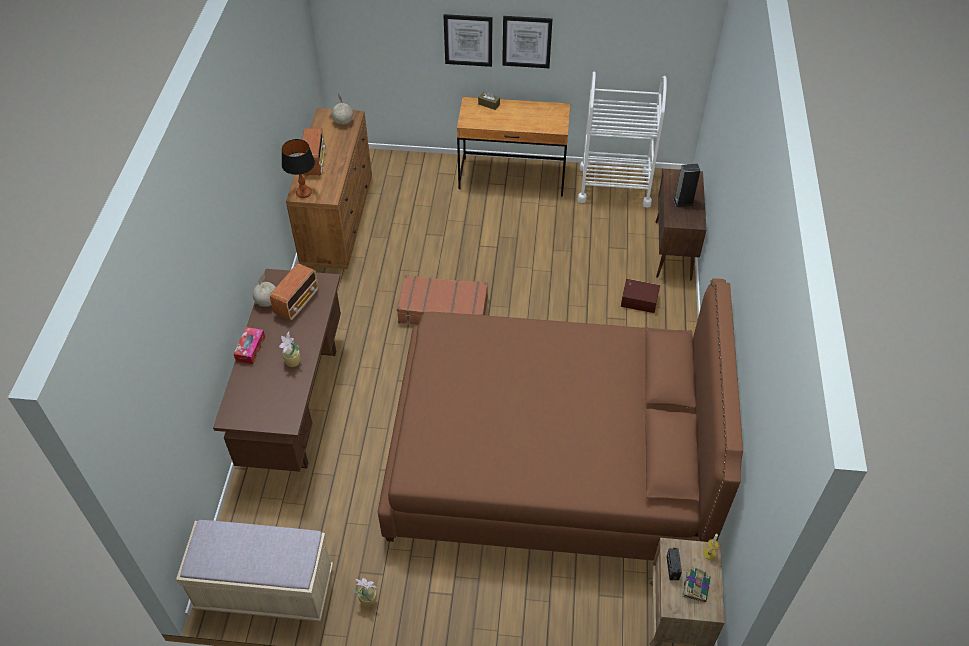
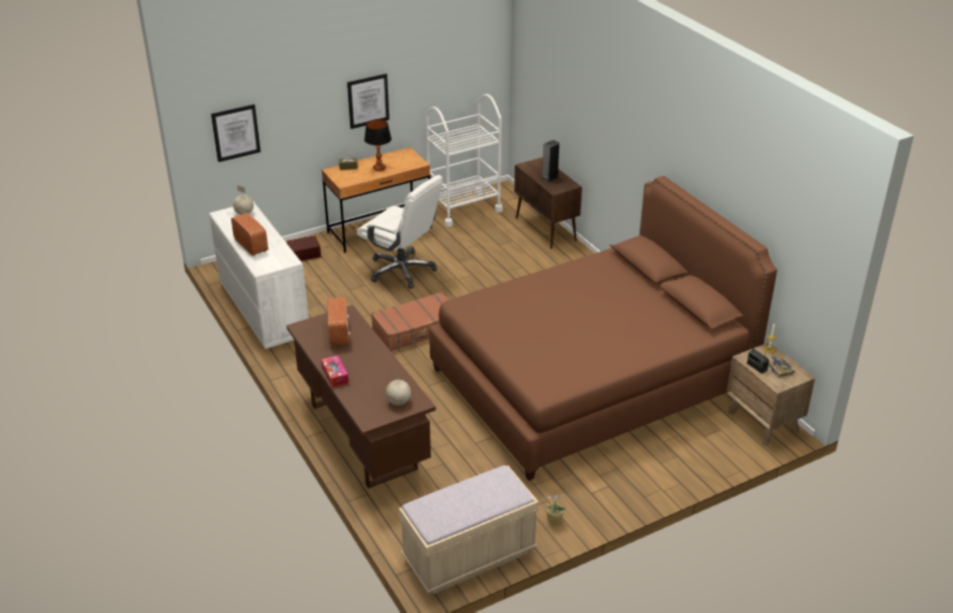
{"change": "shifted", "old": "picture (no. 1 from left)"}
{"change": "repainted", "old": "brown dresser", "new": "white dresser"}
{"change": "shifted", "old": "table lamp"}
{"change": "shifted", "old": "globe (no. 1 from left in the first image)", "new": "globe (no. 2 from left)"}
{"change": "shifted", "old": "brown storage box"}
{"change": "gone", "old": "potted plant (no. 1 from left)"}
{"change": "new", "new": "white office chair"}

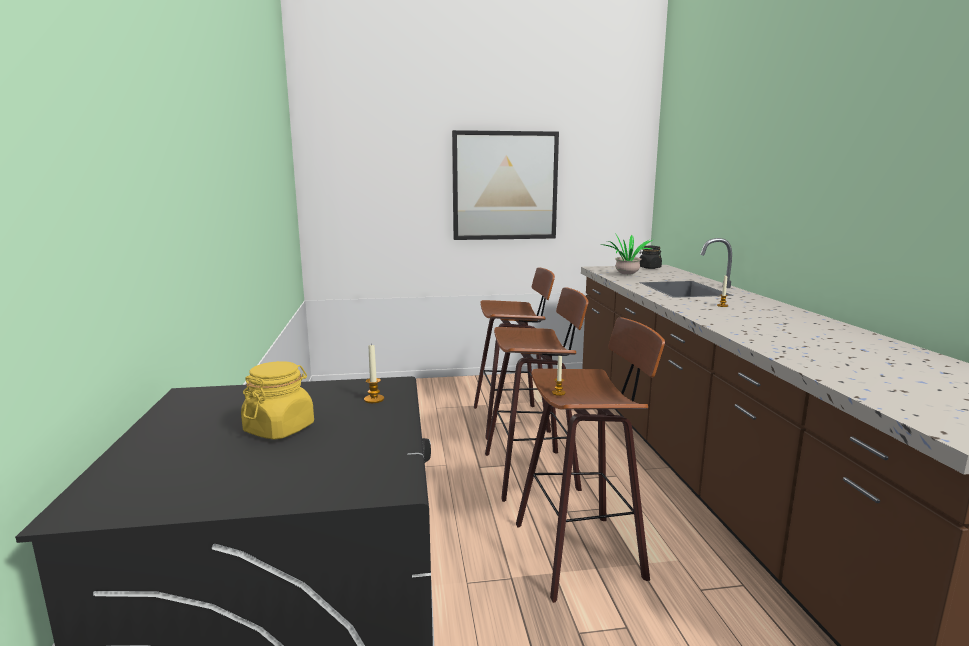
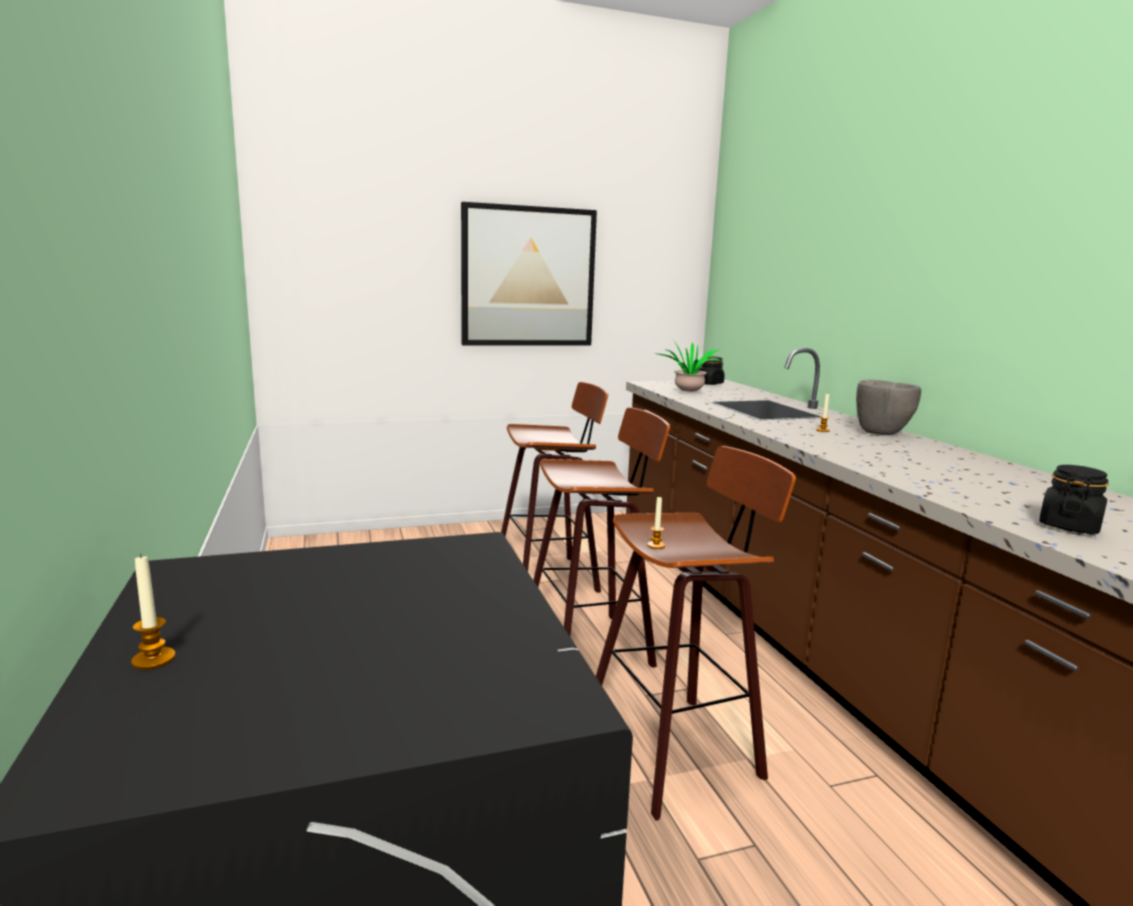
{"change": "shifted", "old": "candle (no. 1 from left)"}
{"change": "gone", "old": "yellow jar"}
{"change": "new", "new": "grey bowl"}
{"change": "new", "new": "black jar (no. 2 from left)"}

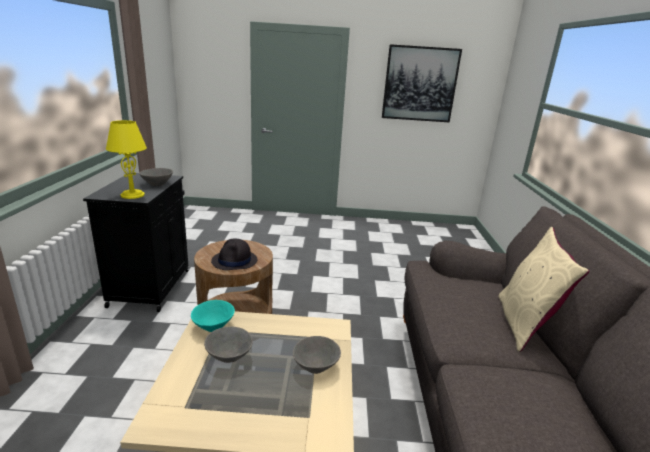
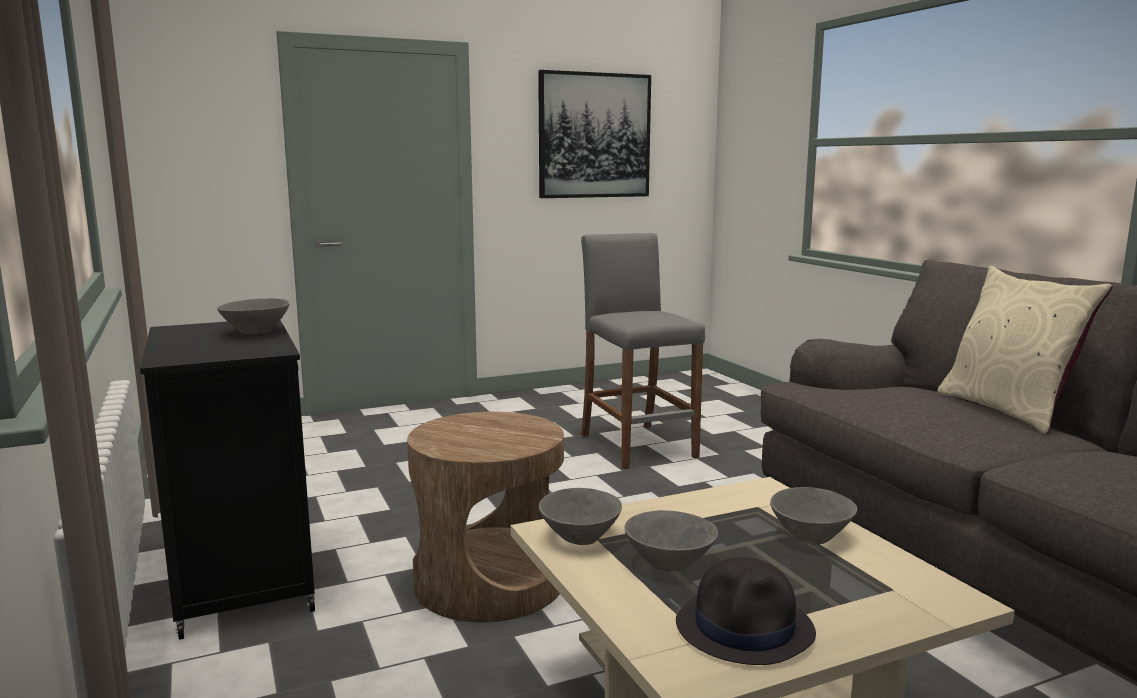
{"change": "gone", "old": "yellow table lamp"}
{"change": "shifted", "old": "black hat"}
{"change": "repainted", "old": "turquoise bowl", "new": "grey bowl (no. 2 from left)"}
{"change": "new", "new": "grey stool"}

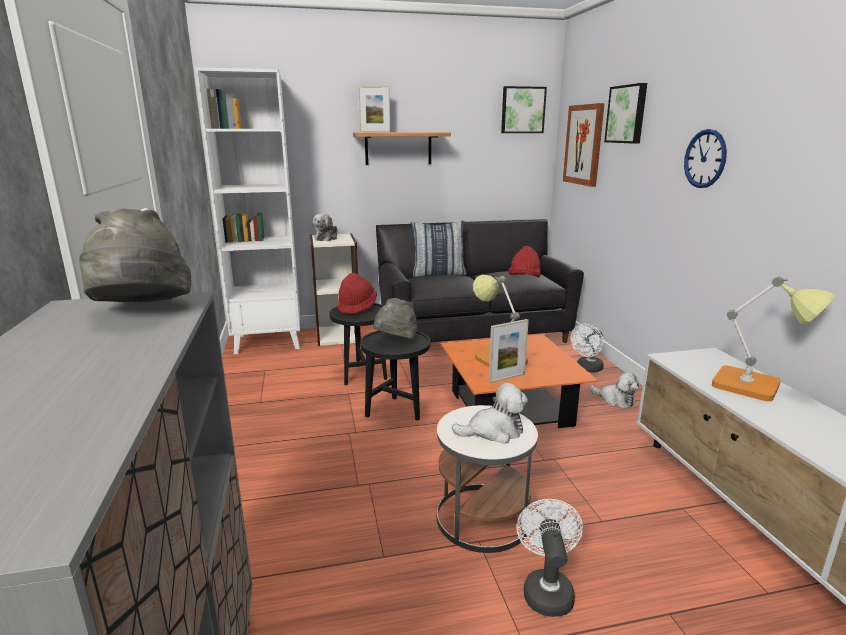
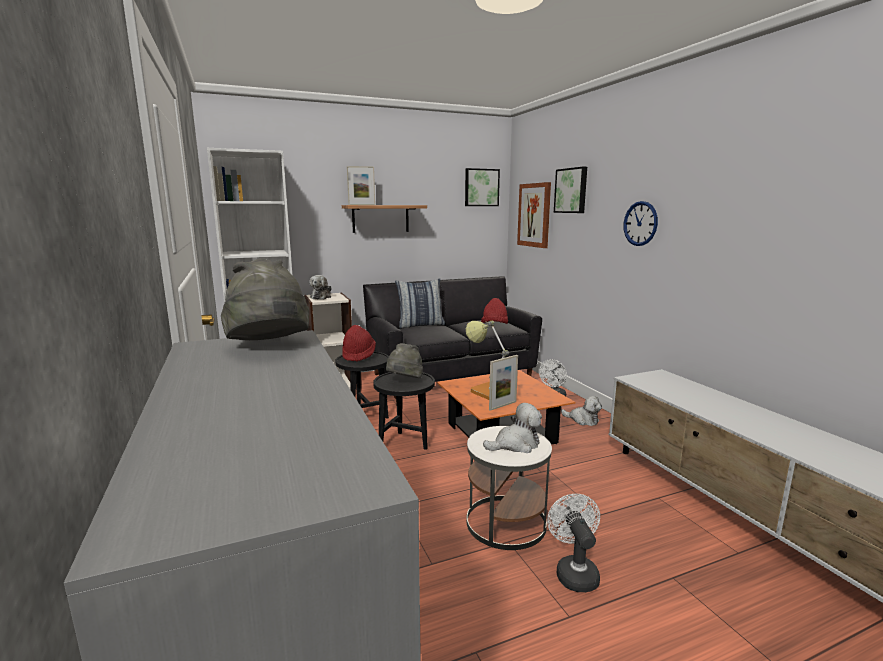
{"change": "gone", "old": "table lamp (no. 2 from left)"}

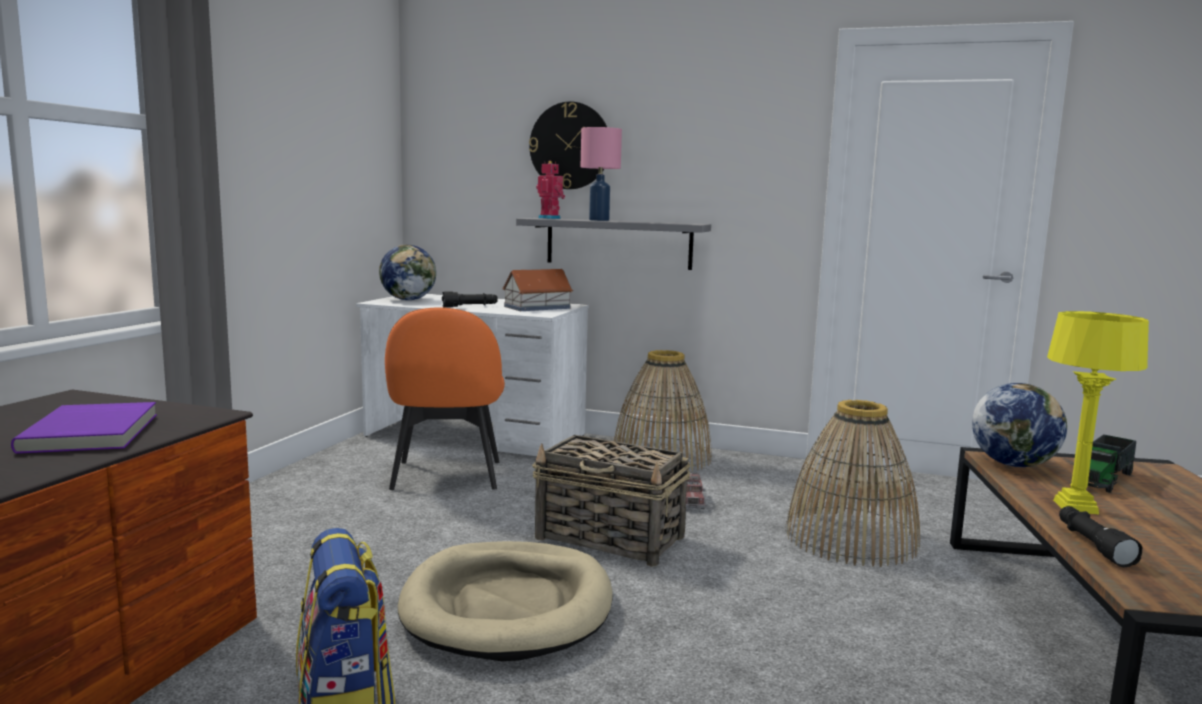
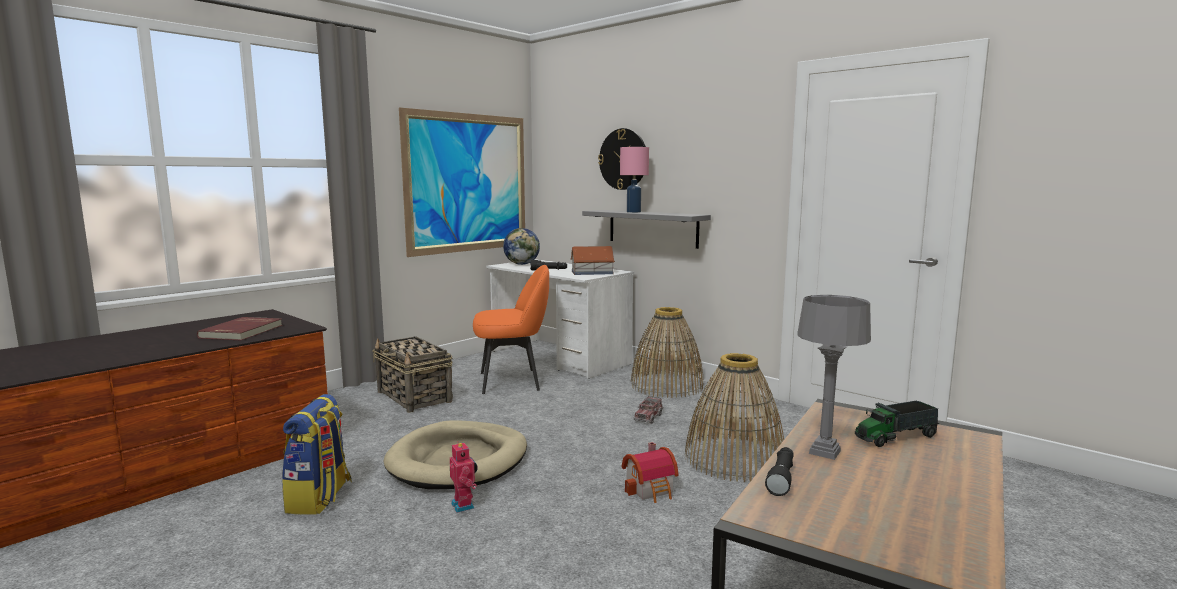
{"change": "shifted", "old": "toy robot"}
{"change": "rotated", "old": "orange chair", "degrees": -120}
{"change": "repainted", "old": "yellow table lamp", "new": "grey table lamp"}
{"change": "gone", "old": "globe (no. 2 from left)"}
{"change": "repainted", "old": "purple book", "new": "red book"}
{"change": "shifted", "old": "basket (no. 1 from left)"}
{"change": "new", "new": "picture"}
{"change": "new", "new": "toy house (no. 2 from left)"}

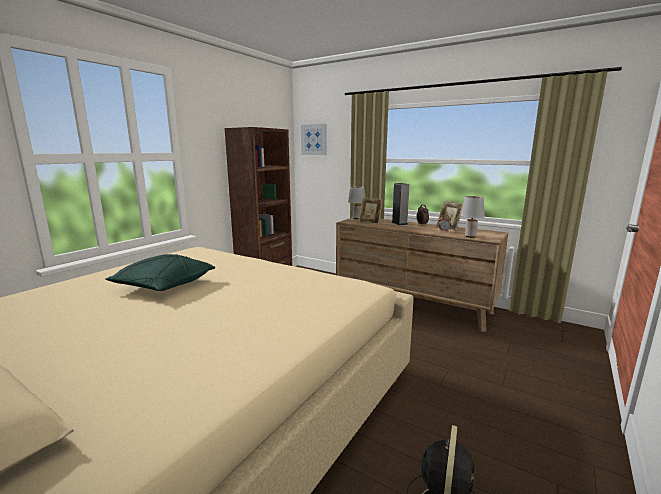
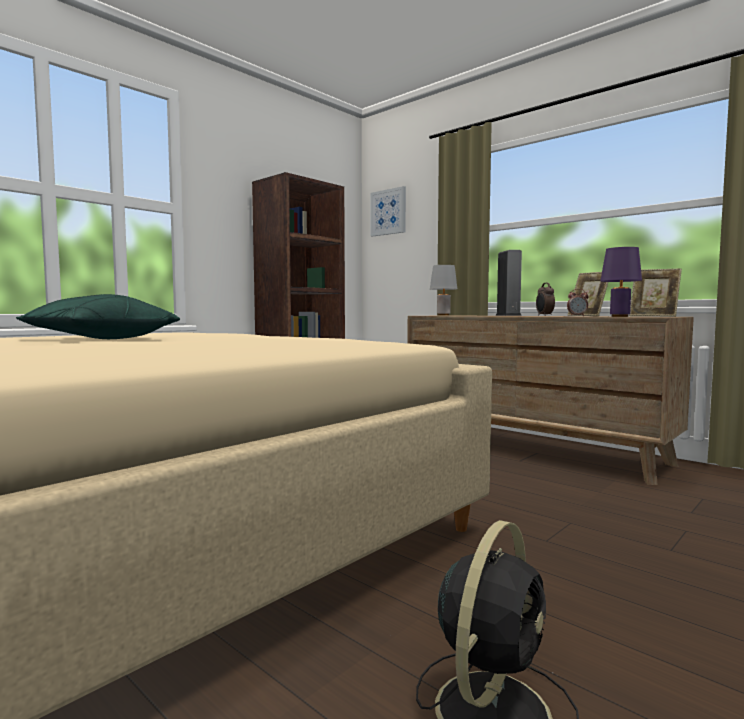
{"change": "repainted", "old": "grey table lamp (no. 2 from left)", "new": "purple table lamp"}
{"change": "shifted", "old": "picture frame (no. 1 from left in the first image)", "new": "picture frame (no. 2 from left)"}

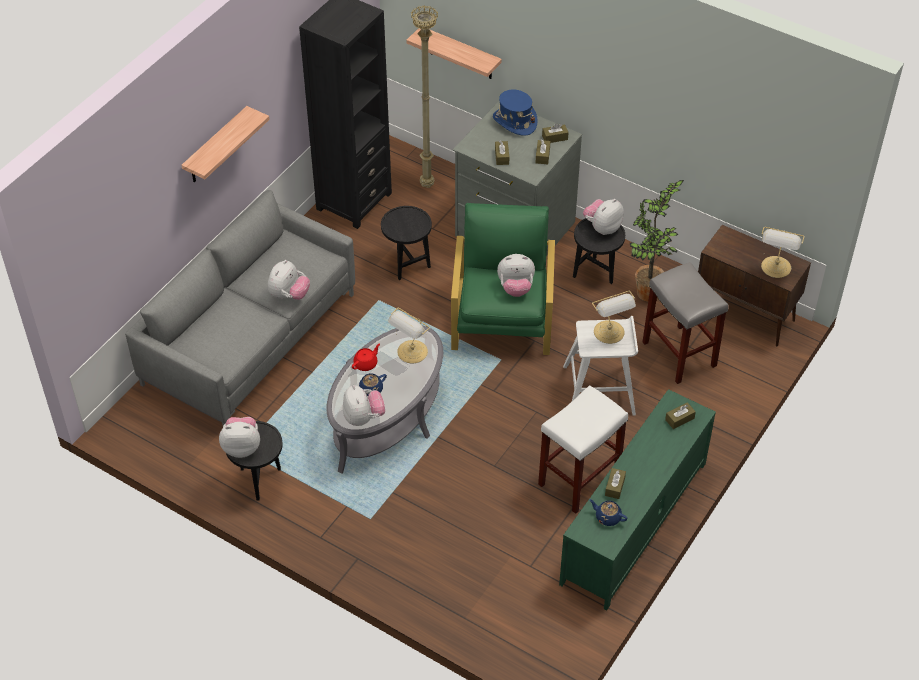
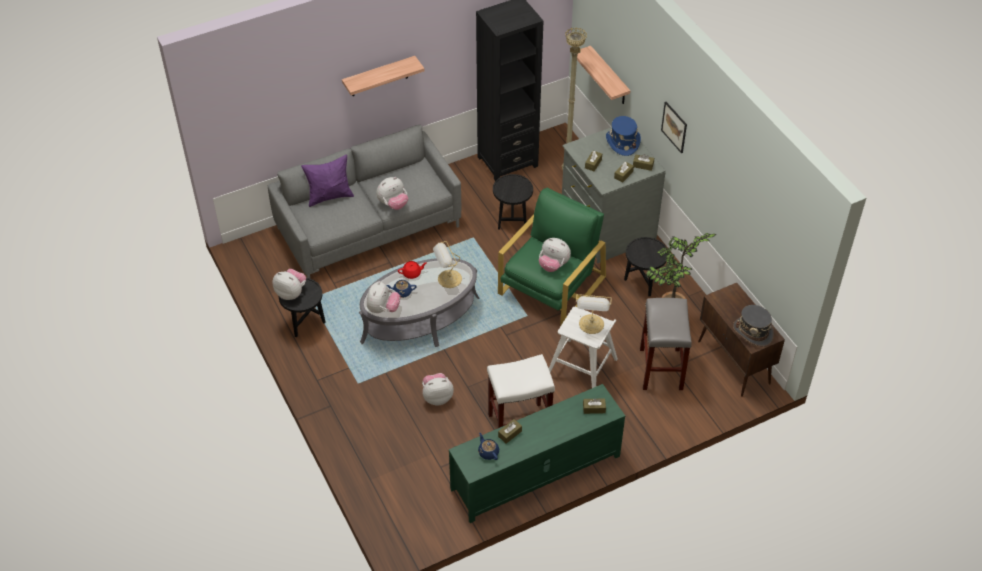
{"change": "shifted", "old": "plush toy (no. 5 from left in the first image)", "new": "plush toy (no. 4 from left)"}
{"change": "swapped", "old": "table lamp (no. 3 from left)", "new": "grey hat"}
{"change": "new", "new": "picture"}
{"change": "new", "new": "purple pillow"}

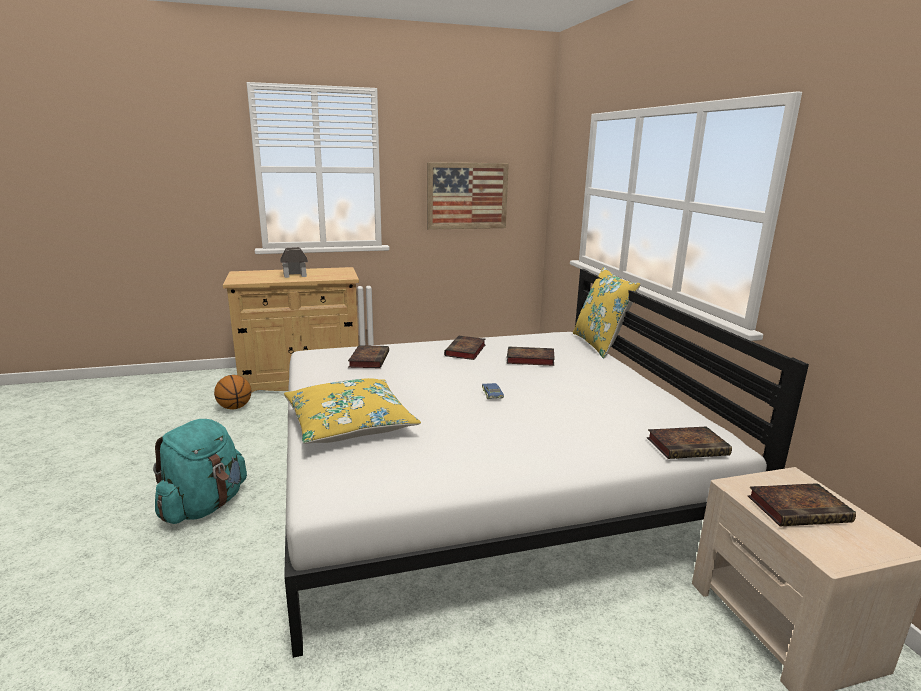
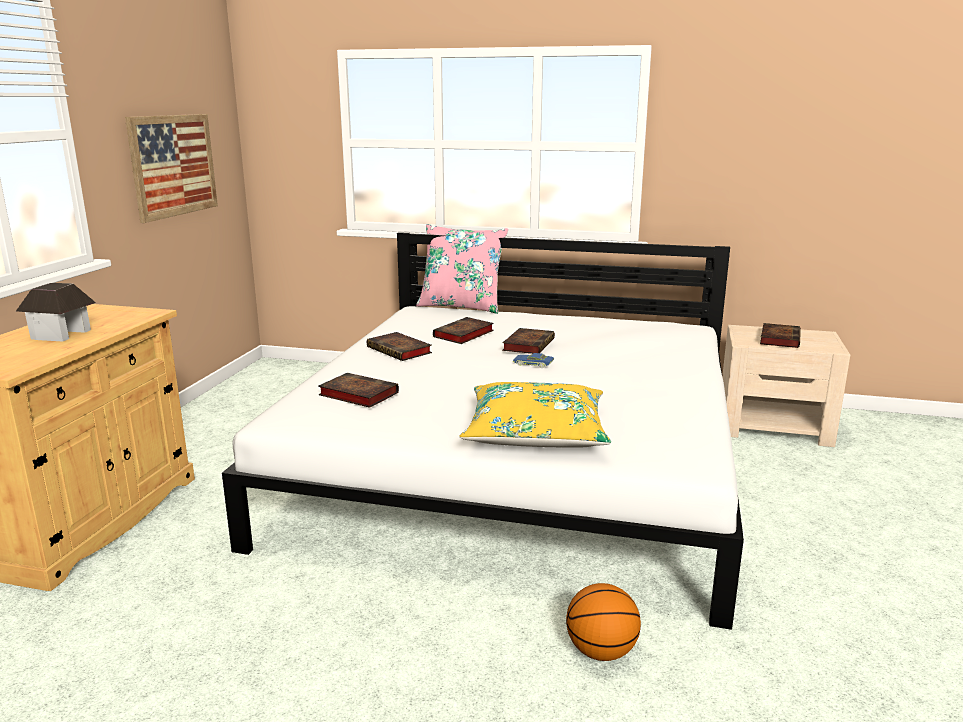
{"change": "repainted", "old": "yellow pillow (no. 2 from left)", "new": "pink pillow"}
{"change": "shifted", "old": "basketball"}
{"change": "gone", "old": "turquoise backpack"}
{"change": "shifted", "old": "book (no. 4 from left)"}

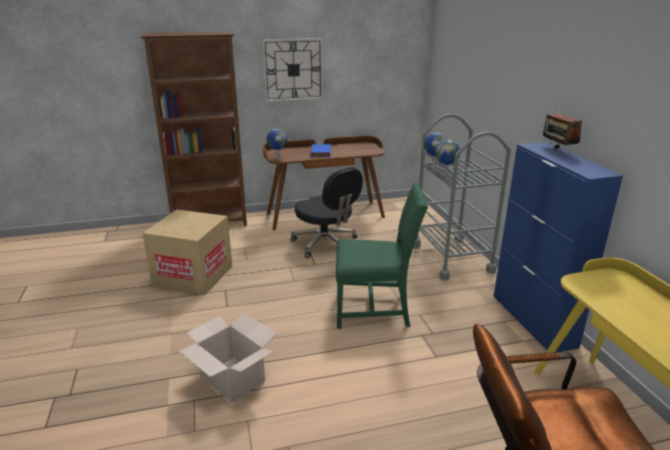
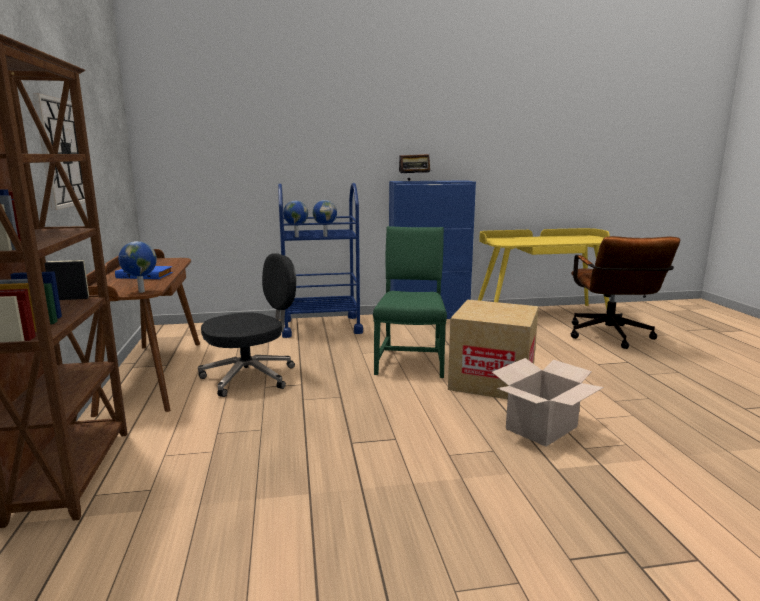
{"change": "repainted", "old": "grey cart", "new": "blue cart"}
{"change": "shifted", "old": "cardboard box (no. 1 from left)"}

